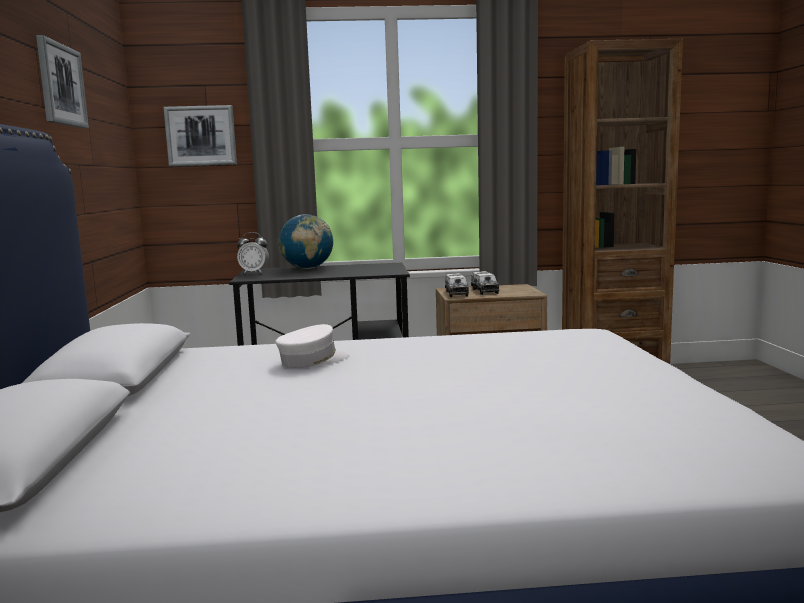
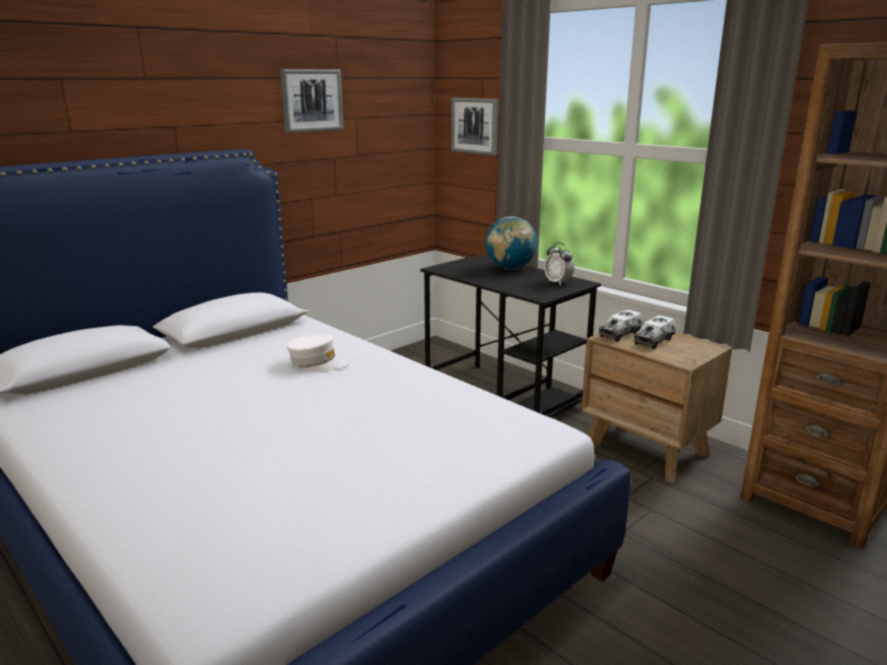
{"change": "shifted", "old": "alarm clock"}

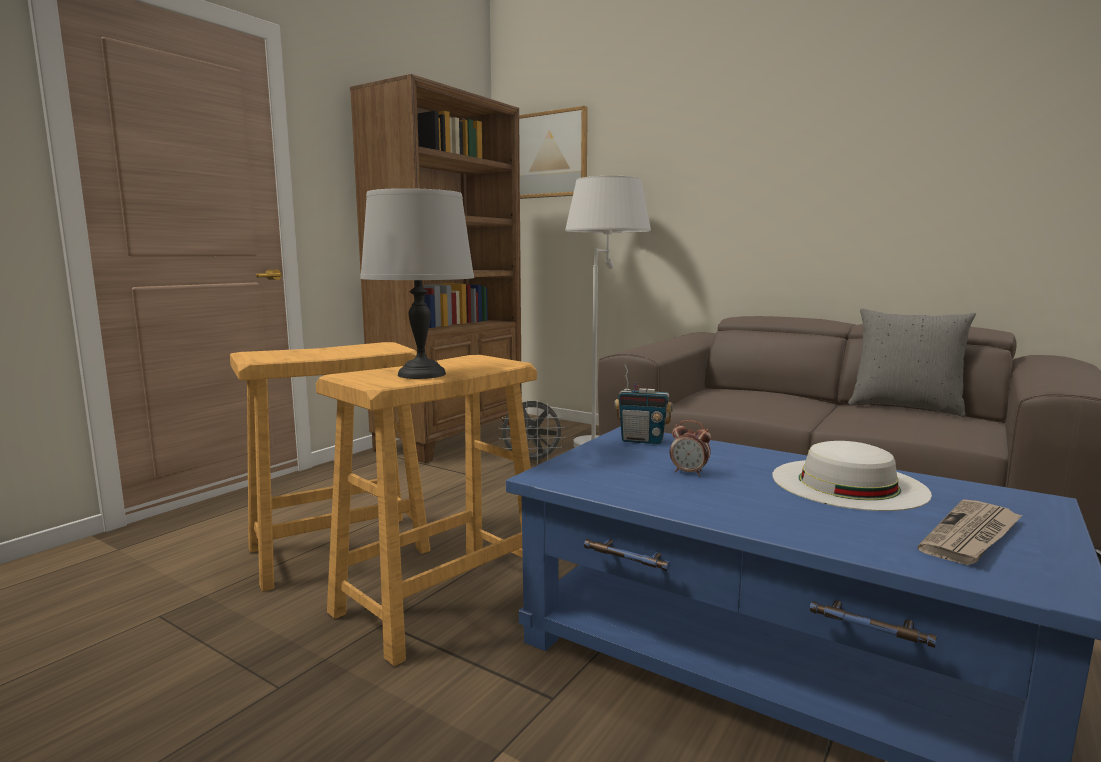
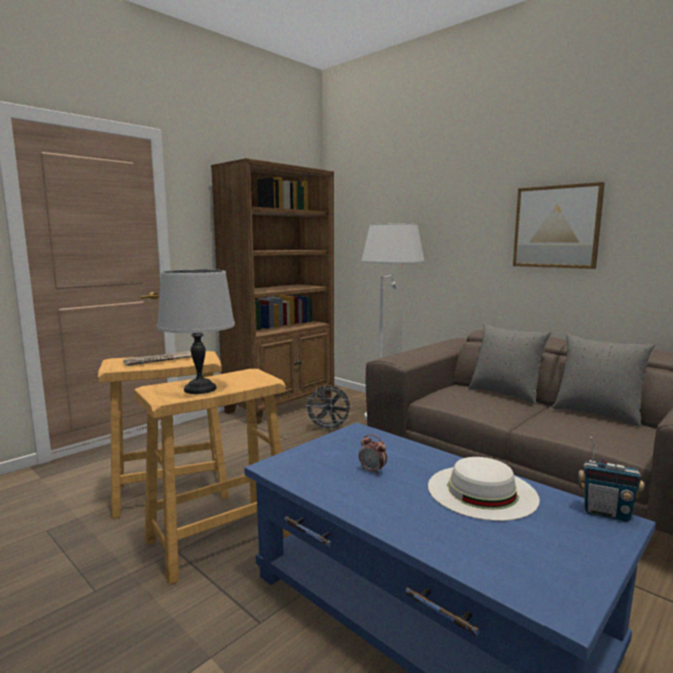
{"change": "shifted", "old": "picture"}
{"change": "shifted", "old": "radio"}
{"change": "shifted", "old": "newspaper"}
{"change": "new", "new": "grey pillow (no. 1 from left)"}

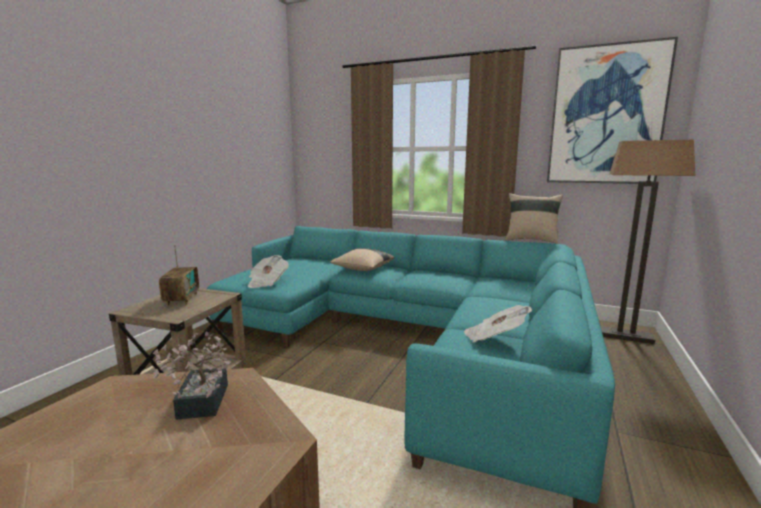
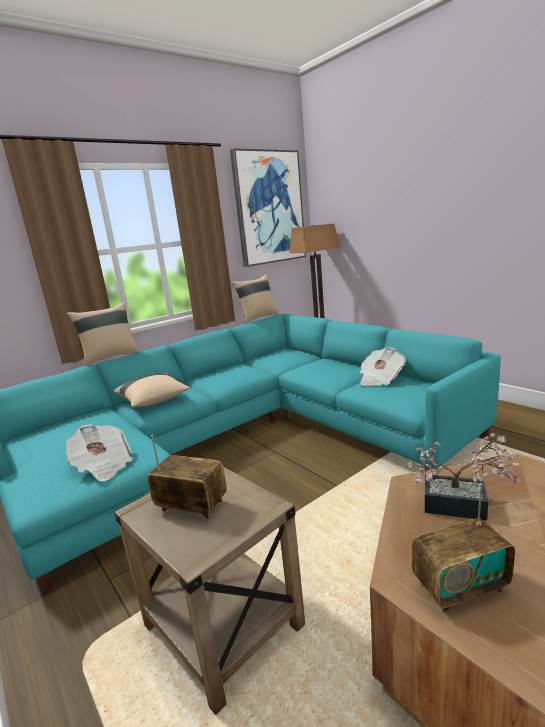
{"change": "new", "new": "beige pillow (no. 1 from left)"}
{"change": "new", "new": "radio (no. 2 from left)"}

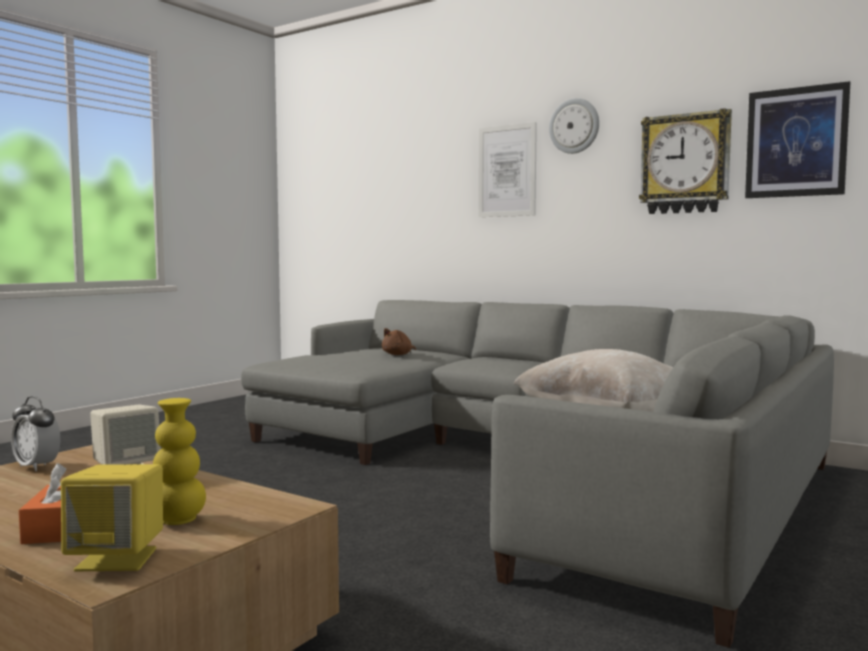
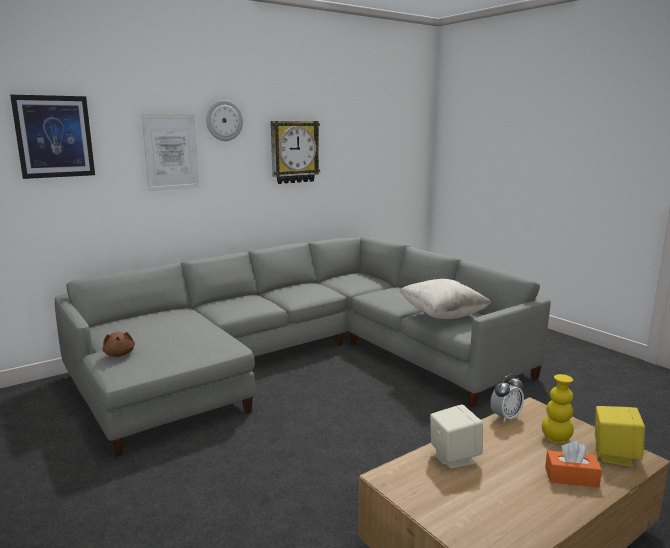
{"change": "shifted", "old": "picture (no. 2 from left in the first image)", "new": "picture (no. 1 from left)"}
{"change": "shifted", "old": "brown plush toy"}
{"change": "shifted", "old": "alarm clock"}

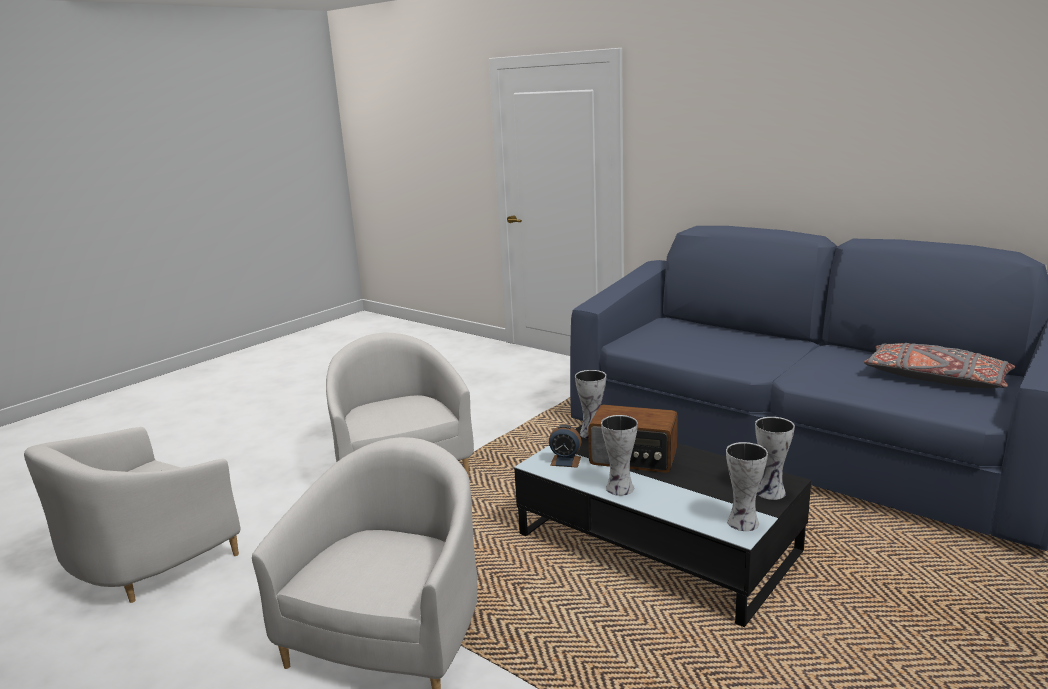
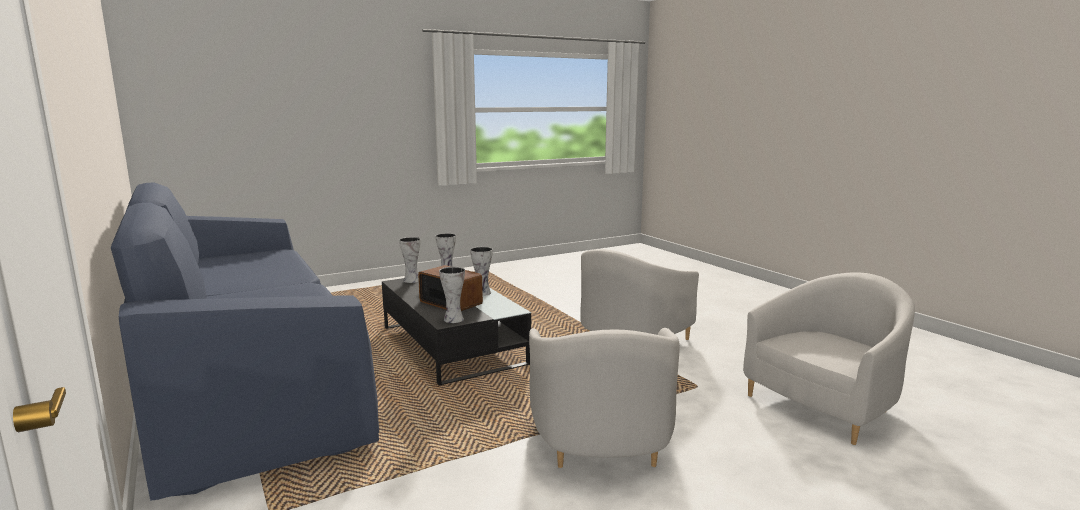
{"change": "gone", "old": "grey pillow"}
{"change": "gone", "old": "alarm clock"}

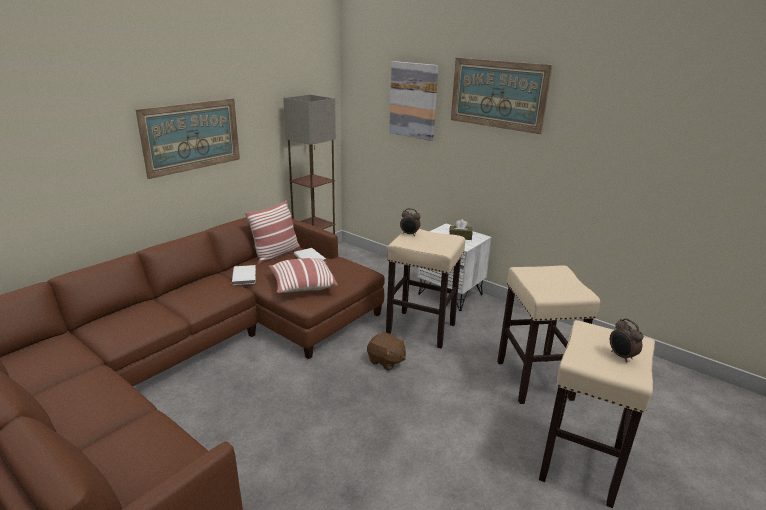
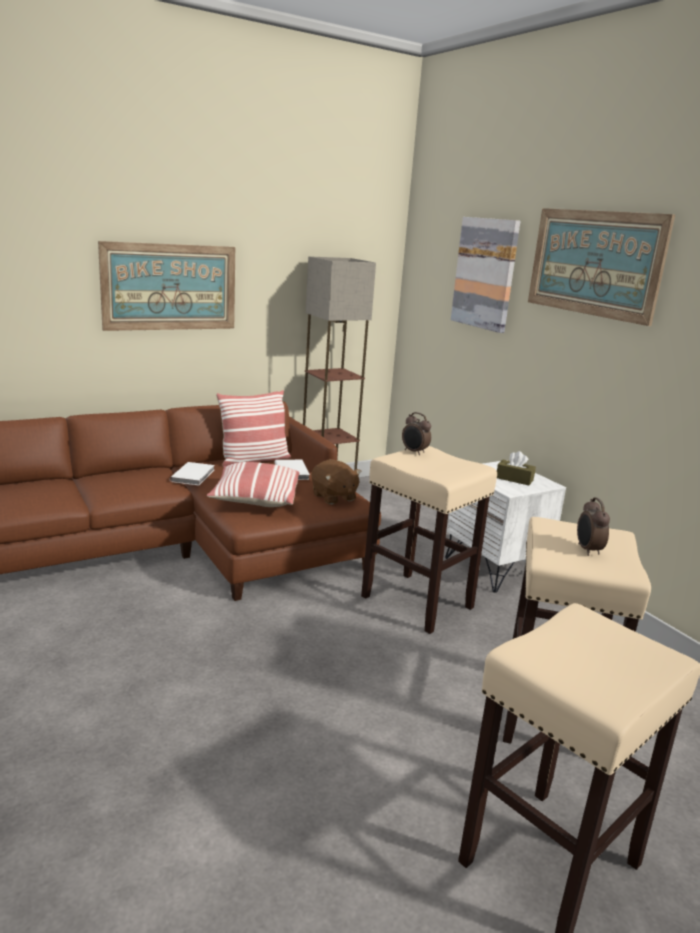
{"change": "shifted", "old": "alarm clock (no. 2 from left)"}
{"change": "shifted", "old": "brown plush toy"}

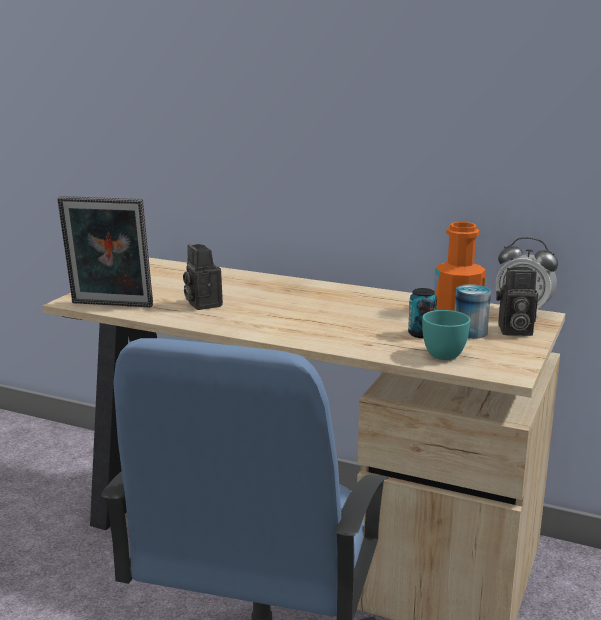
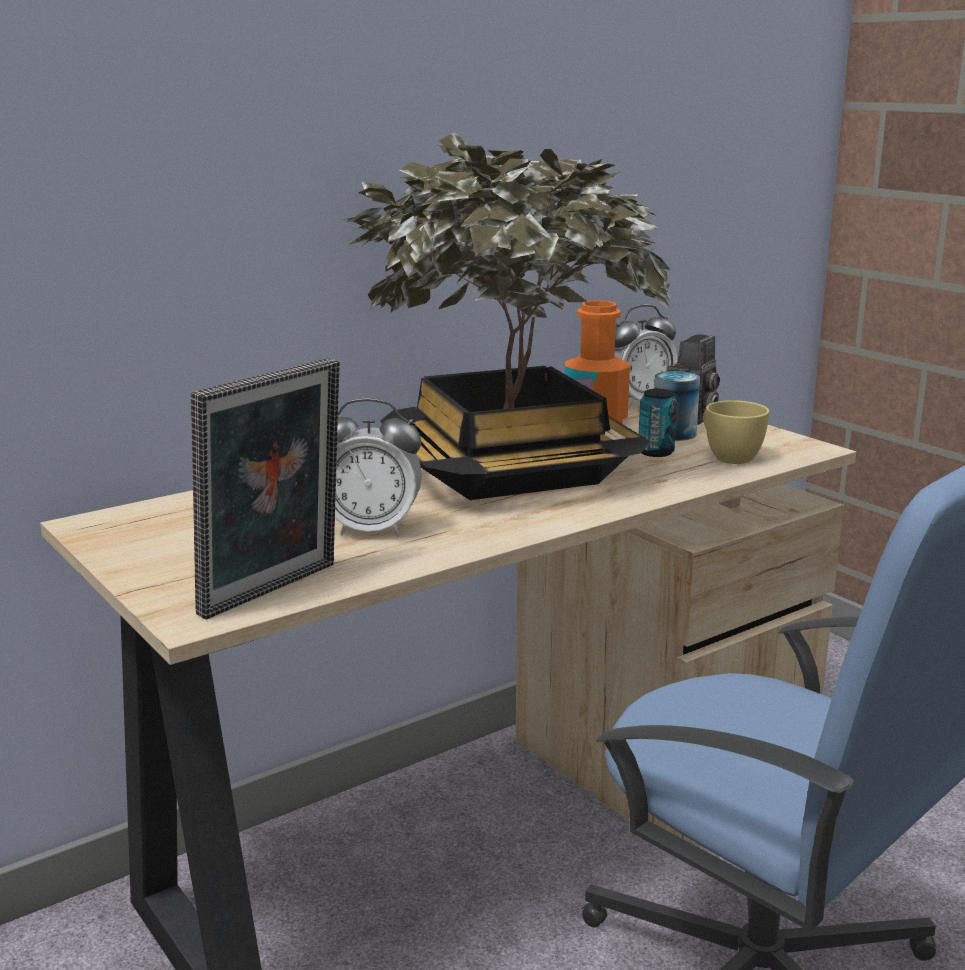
{"change": "swapped", "old": "photo camera (no. 1 from left)", "new": "alarm clock (no. 1 from left)"}
{"change": "repainted", "old": "turquoise cup", "new": "yellow cup"}
{"change": "new", "new": "potted plant"}

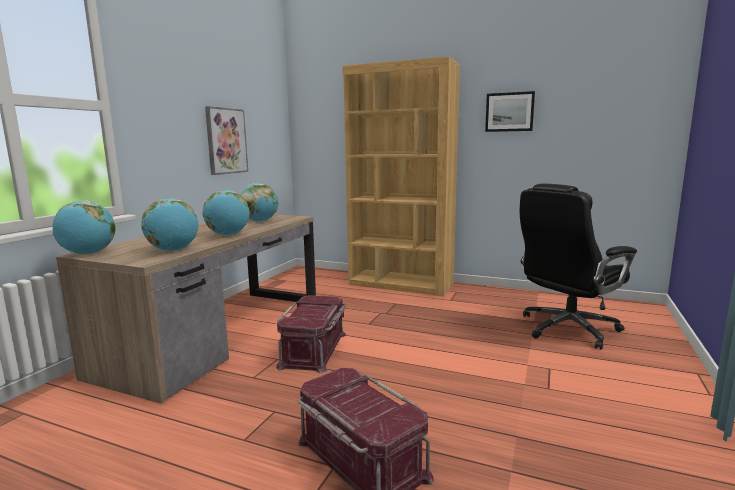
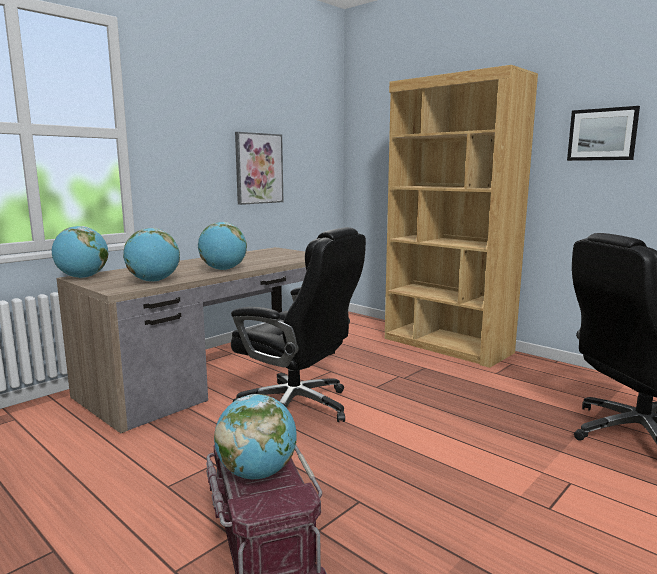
{"change": "shifted", "old": "globe (no. 4 from left)"}
{"change": "swapped", "old": "red storage box (no. 1 from left)", "new": "black office chair (no. 1 from left)"}

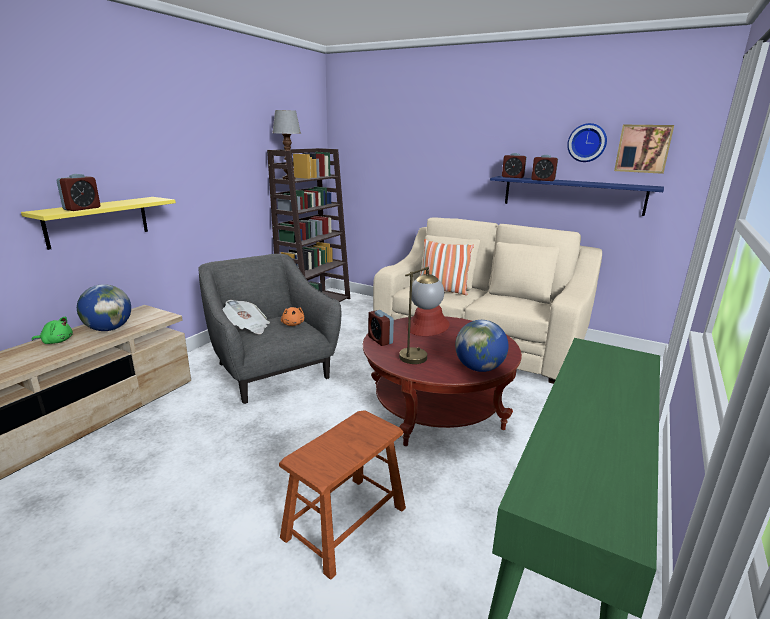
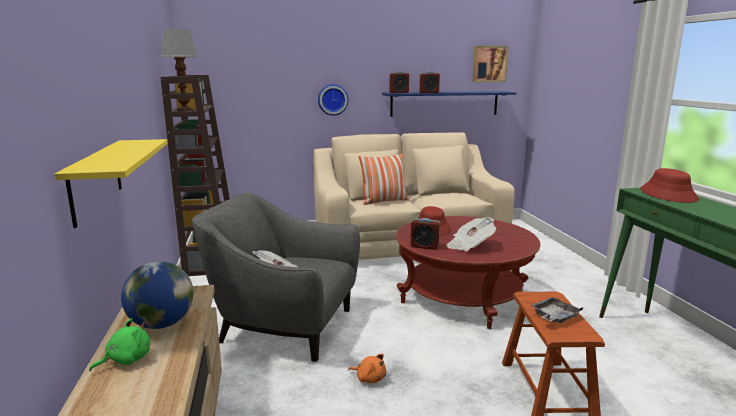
{"change": "shifted", "old": "wall clock"}
{"change": "gone", "old": "alarm clock (no. 1 from left)"}
{"change": "swapped", "old": "table lamp (no. 2 from left)", "new": "newspaper (no. 2 from left)"}
{"change": "shifted", "old": "orange plush toy"}
{"change": "gone", "old": "globe (no. 2 from left)"}
{"change": "new", "new": "red hat (no. 2 from left)"}
{"change": "new", "new": "grey tray"}

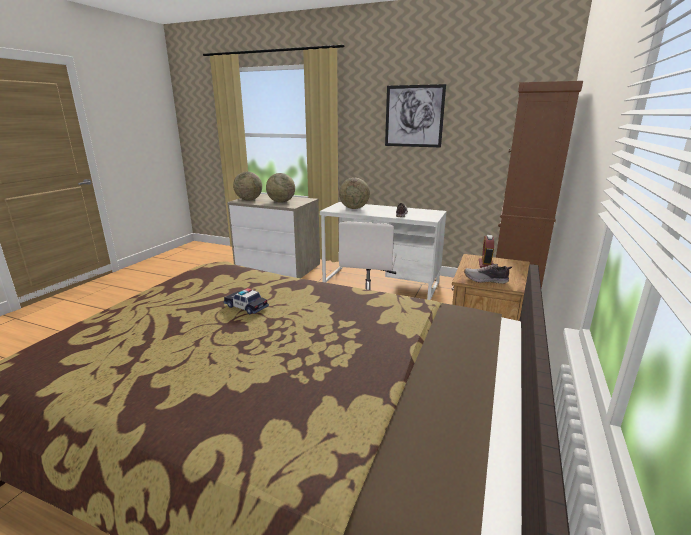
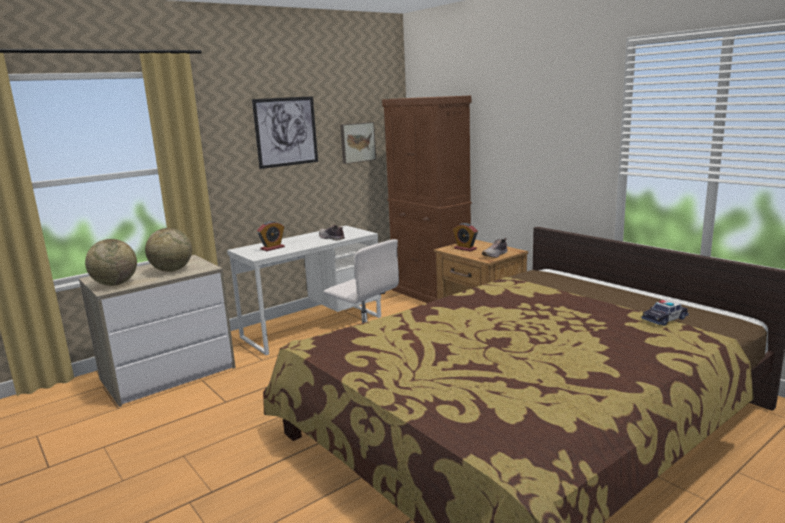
{"change": "swapped", "old": "globe (no. 3 from left)", "new": "alarm clock (no. 1 from left)"}
{"change": "shifted", "old": "toy car"}
{"change": "new", "new": "picture (no. 2 from left)"}

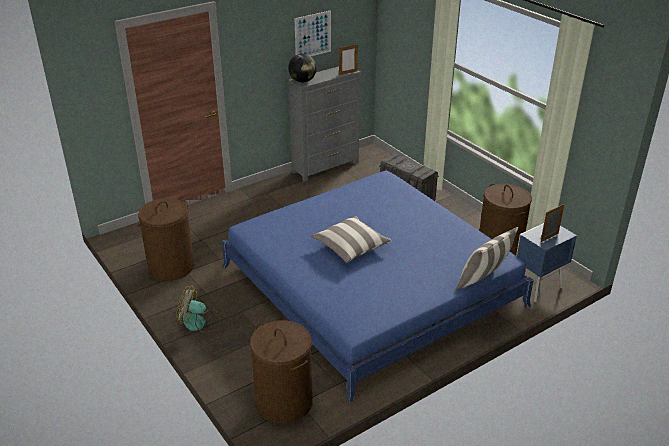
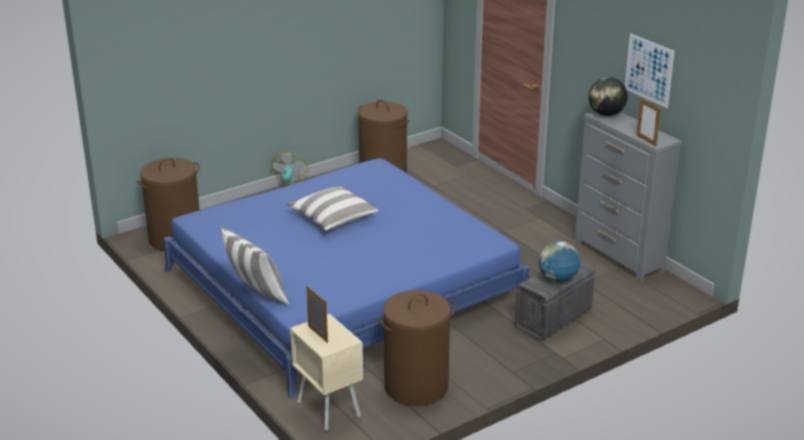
{"change": "repainted", "old": "blue nightstand", "new": "beige nightstand"}
{"change": "new", "new": "globe (no. 1 from left)"}

